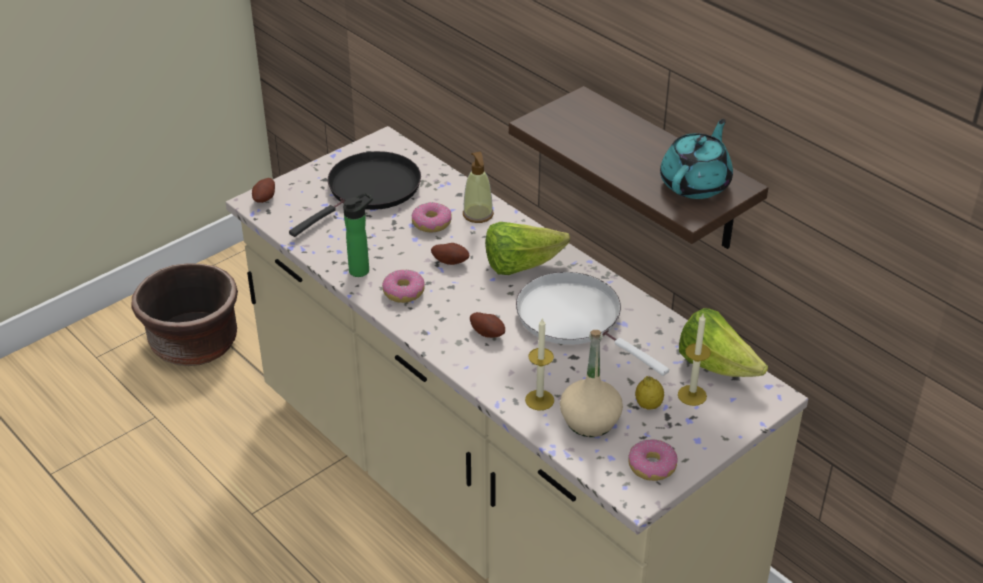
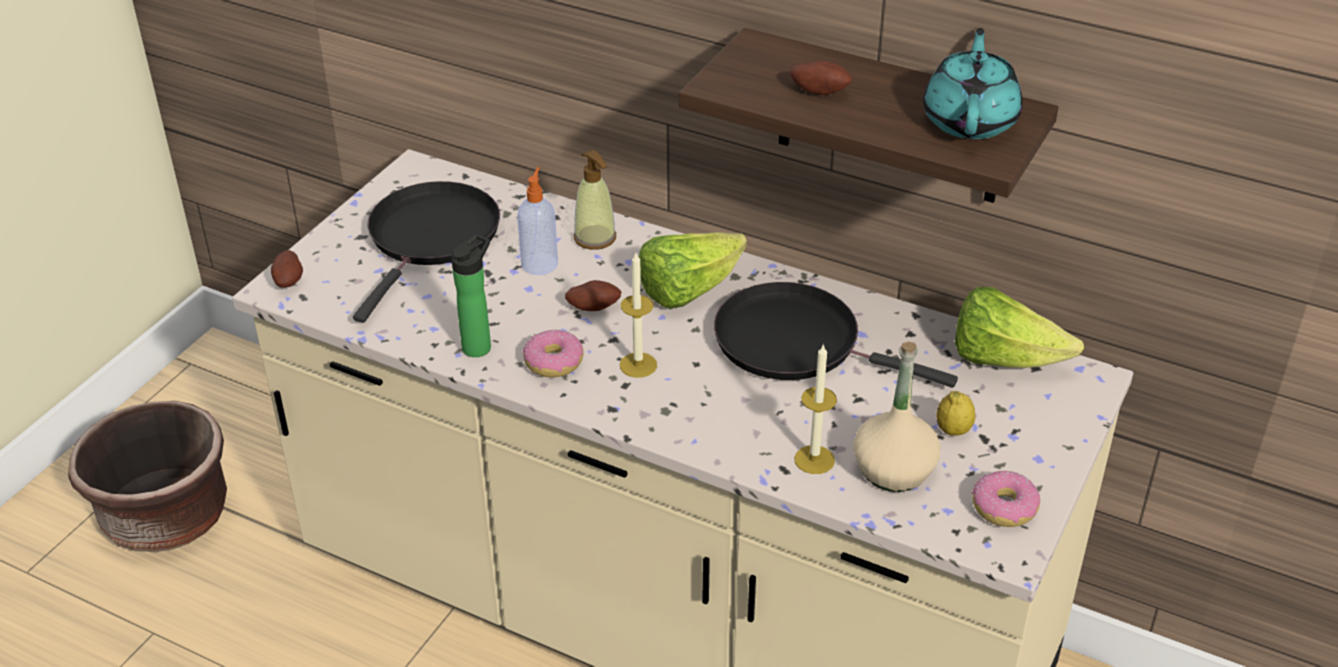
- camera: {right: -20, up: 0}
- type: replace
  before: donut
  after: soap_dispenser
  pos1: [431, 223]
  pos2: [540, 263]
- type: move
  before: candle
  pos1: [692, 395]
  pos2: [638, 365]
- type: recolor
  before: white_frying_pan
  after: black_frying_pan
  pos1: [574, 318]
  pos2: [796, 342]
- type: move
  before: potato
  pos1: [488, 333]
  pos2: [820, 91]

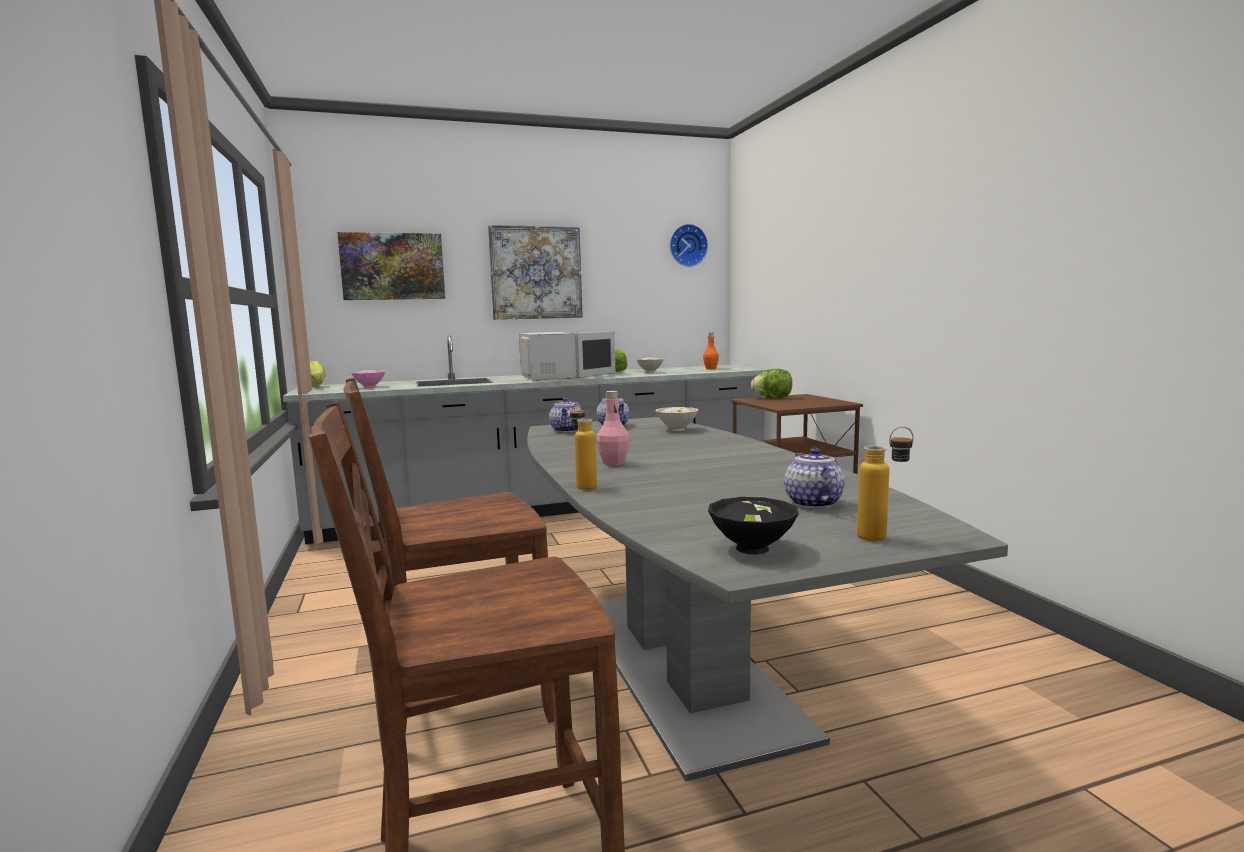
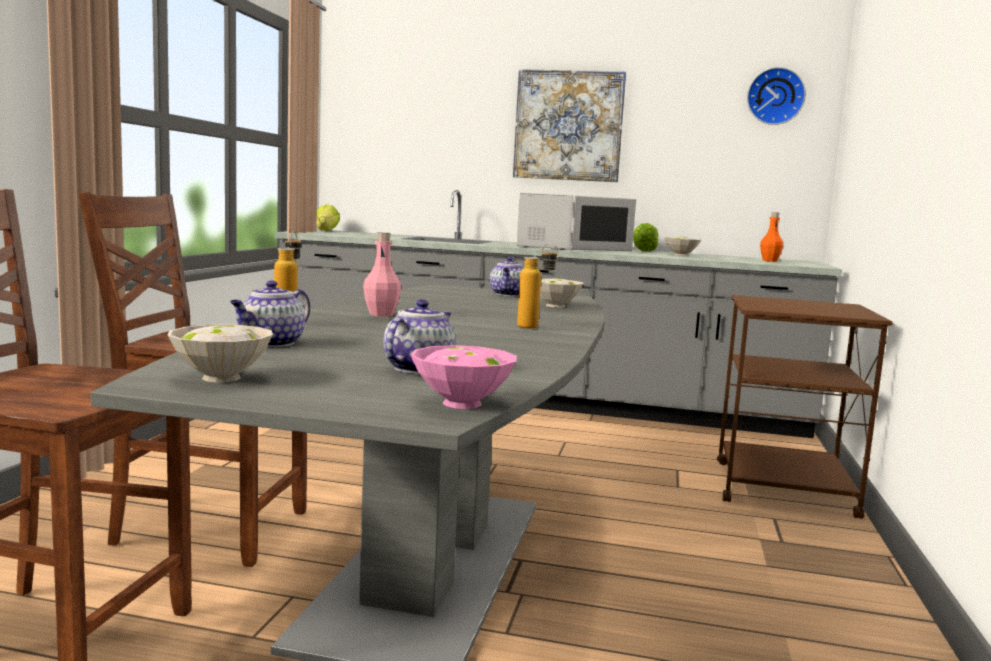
- camera: {right: 30, up: 0}
- type: recolor
  before: black_bowl
  after: white_bowl
  pos1: [753, 547]
  pos2: [224, 378]
- type: move
  before: teapot
  pos1: [567, 430]
  pos2: [271, 343]
- type: move
  before: pink_bowl
  pos1: [369, 387]
  pos2: [460, 404]
- type: move
  before: bottle
  pos1: [883, 537]
  pos2: [535, 328]
- type: delete
  before: picture
  pos1: [393, 266]
- type: delete
  before: lettuce
  pos1: [773, 398]

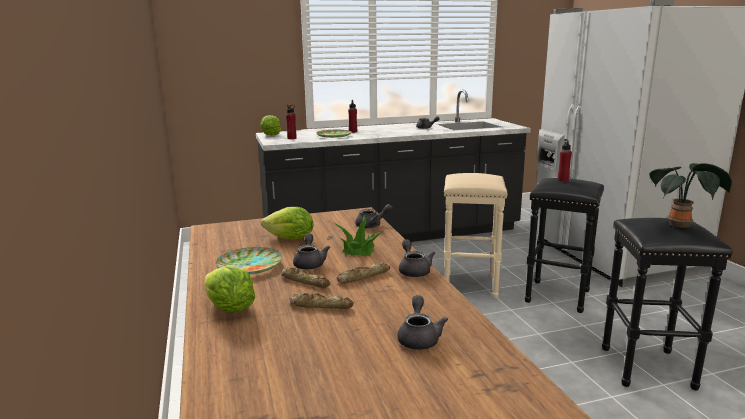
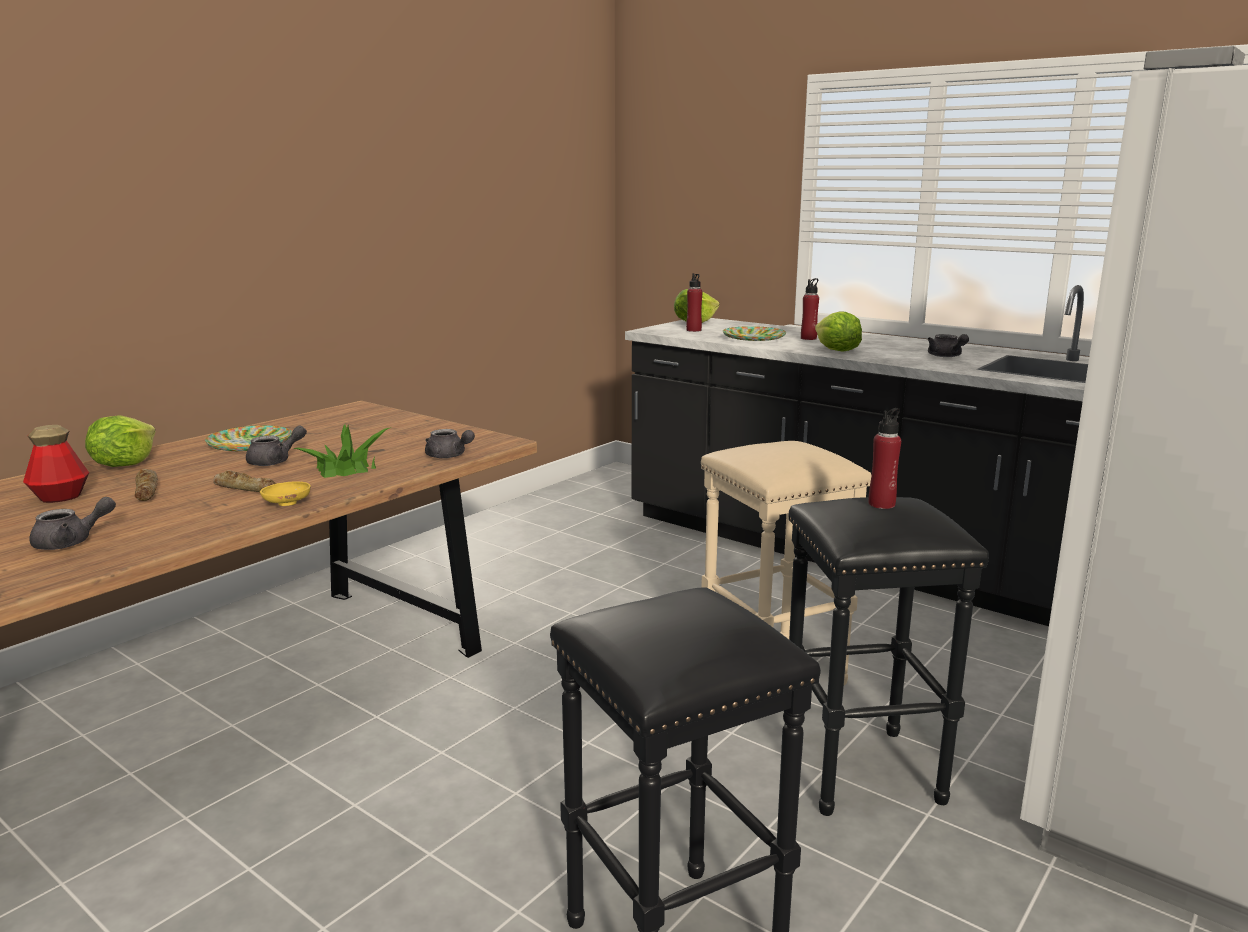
- camera: {right: 55, up: 0}
- type: insert
  after: bottle
  pos2: [60, 497]
- type: replace
  before: grey_teapot
  after: yellow_bowl
  pos1: [413, 270]
  pos2: [287, 504]
- type: move
  before: lettuce
  pos1: [290, 239]
  pos2: [836, 351]
- type: delete
  before: bread
  pos1: [305, 281]
- type: delete
  before: potted_plant
  pos1: [681, 225]

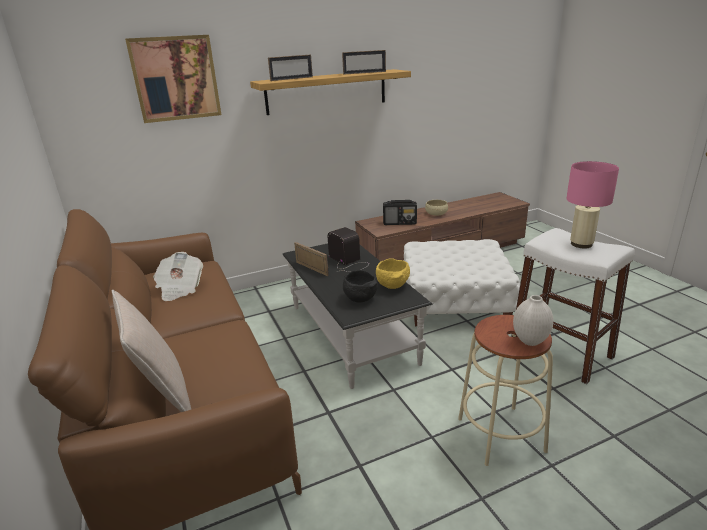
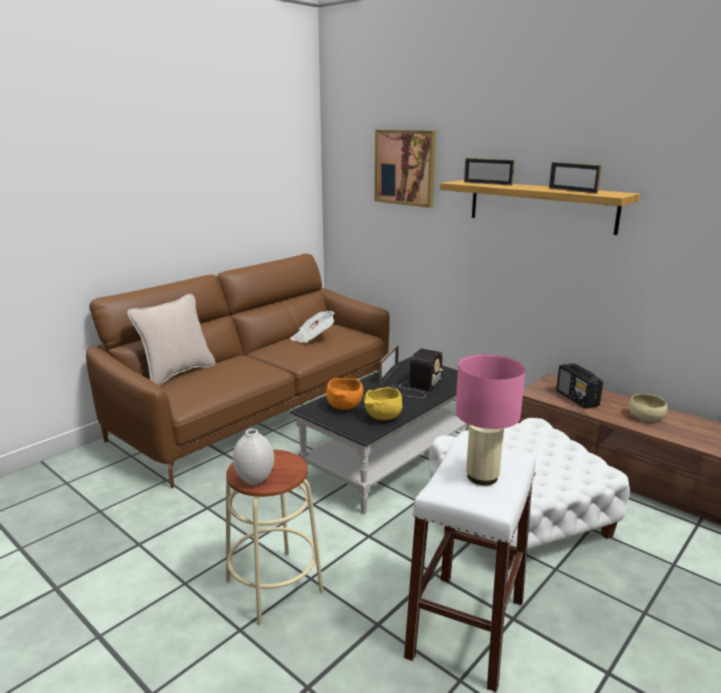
- camera: {right: 65, up: -5}
- type: recolor
  before: black_bowl
  after: orange_bowl
  pos1: [359, 299]
  pos2: [344, 407]

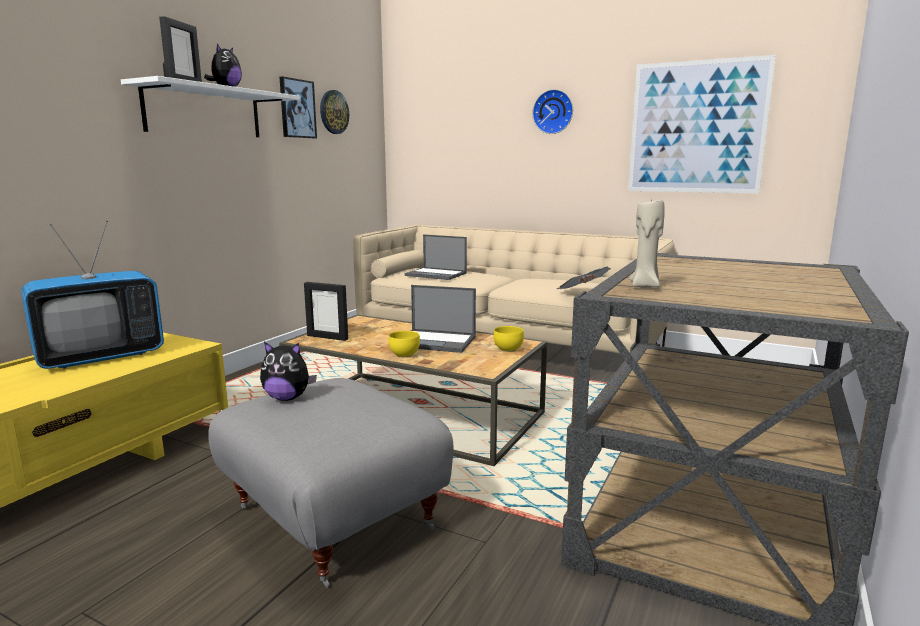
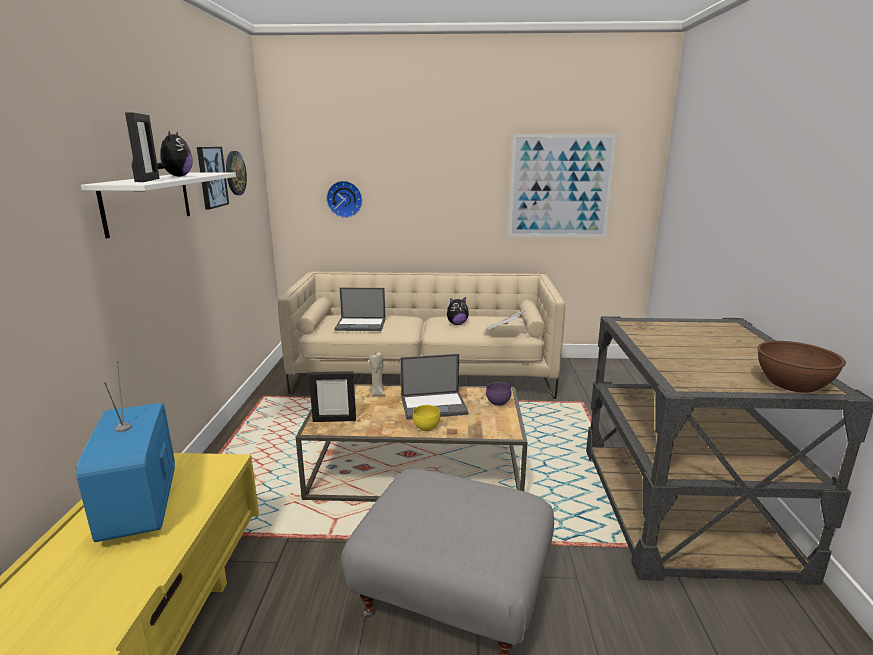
- camera: {right: -25, up: 5}
- type: rotate
  before: television
  pos1: [101, 357]
  pos2: [141, 506]
  turn: 135
- type: move
  before: wall_clock
  pos1: [553, 112]
  pos2: [345, 199]
- type: move
  before: beige_candle
  pos1: [645, 286]
  pos2: [378, 394]
- type: move
  before: plush_toy
  pos1: [287, 398]
  pos2: [457, 324]
- type: recolor
  before: yellow_bowl
  after: purple_bowl
  pos1: [508, 349]
  pos2: [497, 402]
- type: insert
  after: brown_bowl
  pos2: [792, 384]

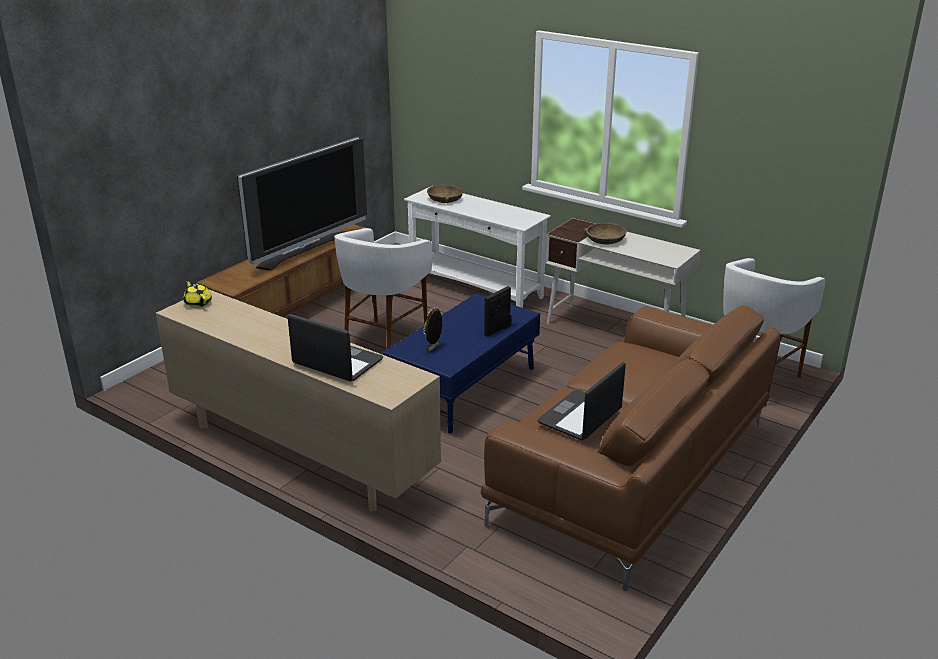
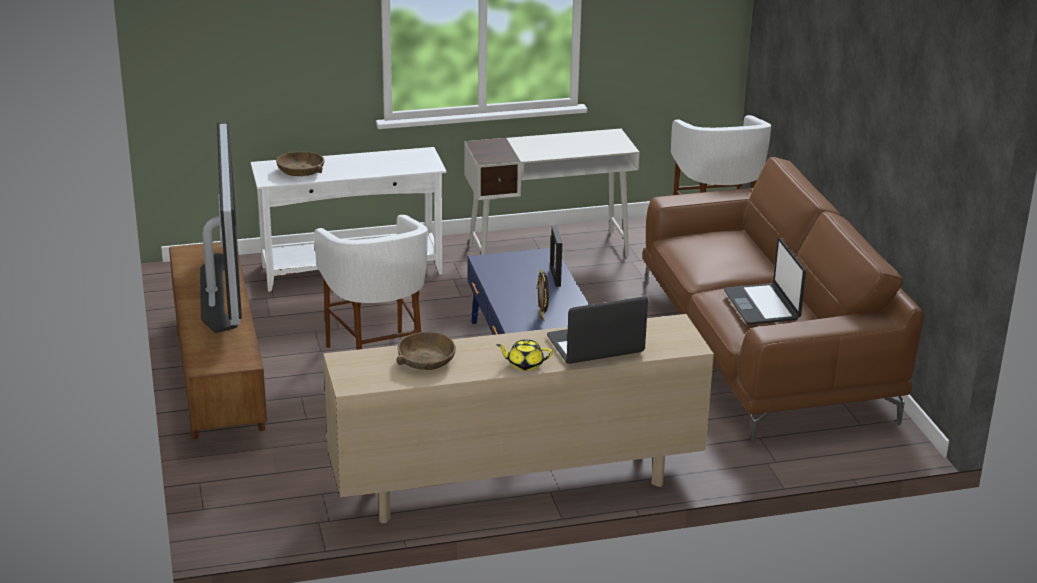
- camera: {right: -50, up: 0}
- type: move
  before: brown_bowl
  pos1: [605, 240]
  pos2: [426, 360]
- type: move
  before: yellow_teapot
  pos1: [198, 303]
  pos2: [524, 364]

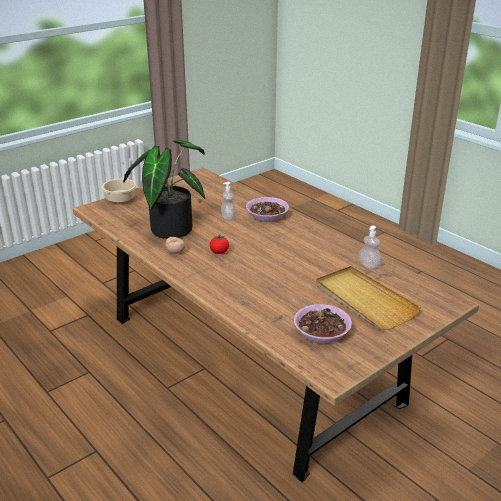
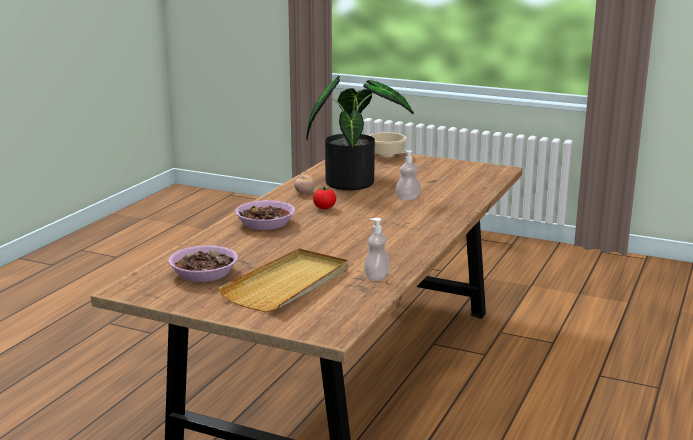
- camera: {right: 65, up: -10}
- type: move
  before: bowl
  pos1: [267, 215]
  pos2: [265, 224]

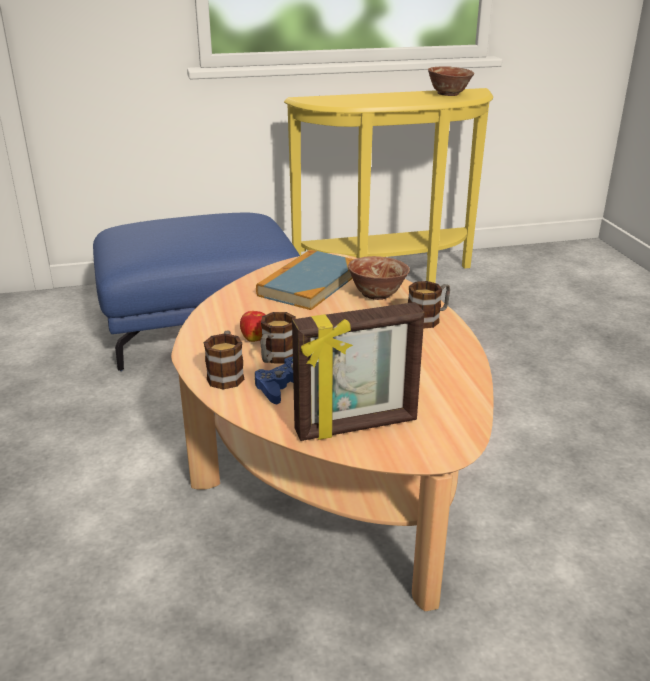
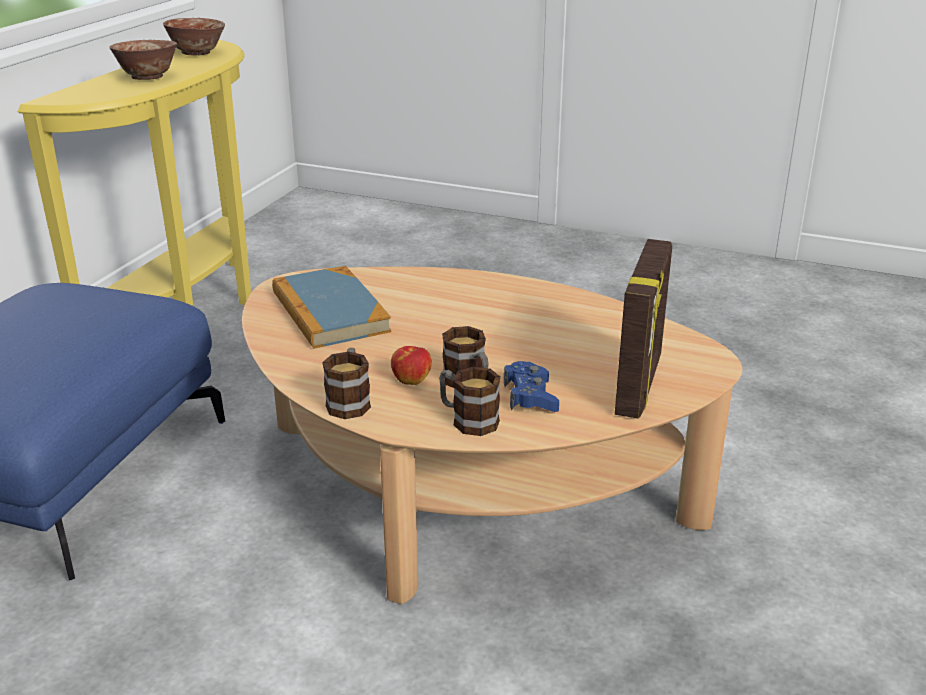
- camera: {right: -55, up: 0}
- type: move
  before: bowl
  pos1: [377, 294]
  pos2: [147, 77]
- type: move
  before: mug
  pos1: [428, 319]
  pos2: [349, 401]

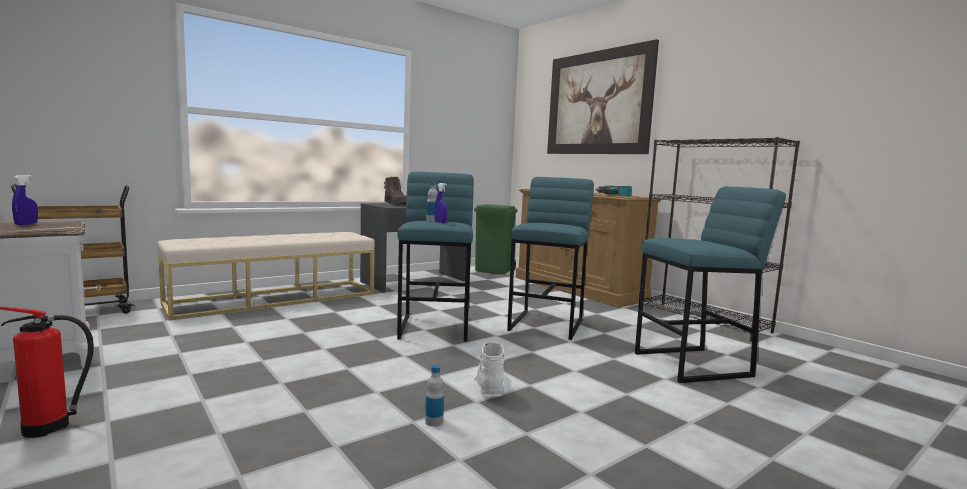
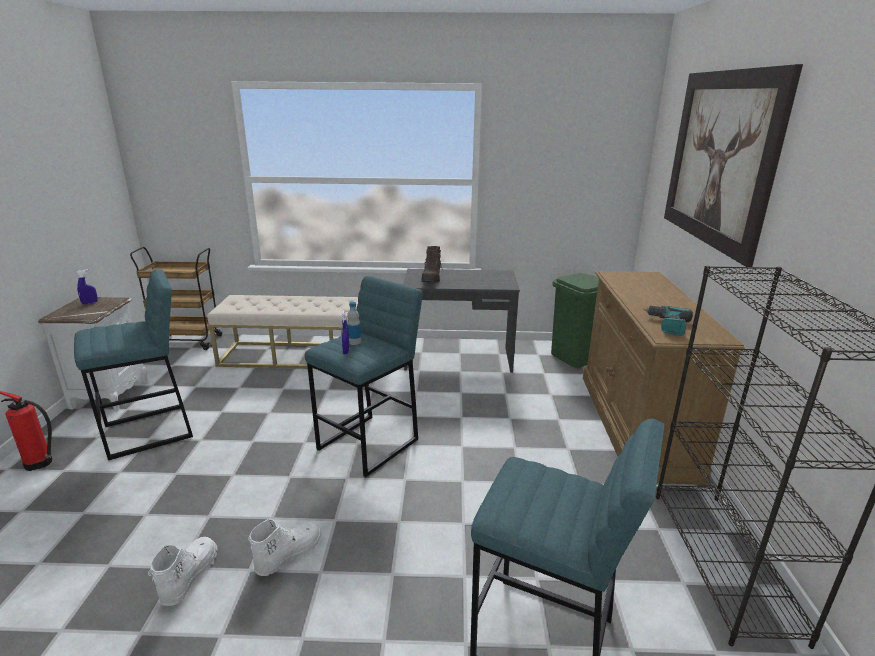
- camera: {right: 40, up: 15}
- type: move
  before: turquoise_stool
  pos1: [546, 324]
  pos2: [151, 430]
- type: replace
  before: bottle
  after: white_boot
  pos1: [434, 422]
  pos2: [188, 576]

